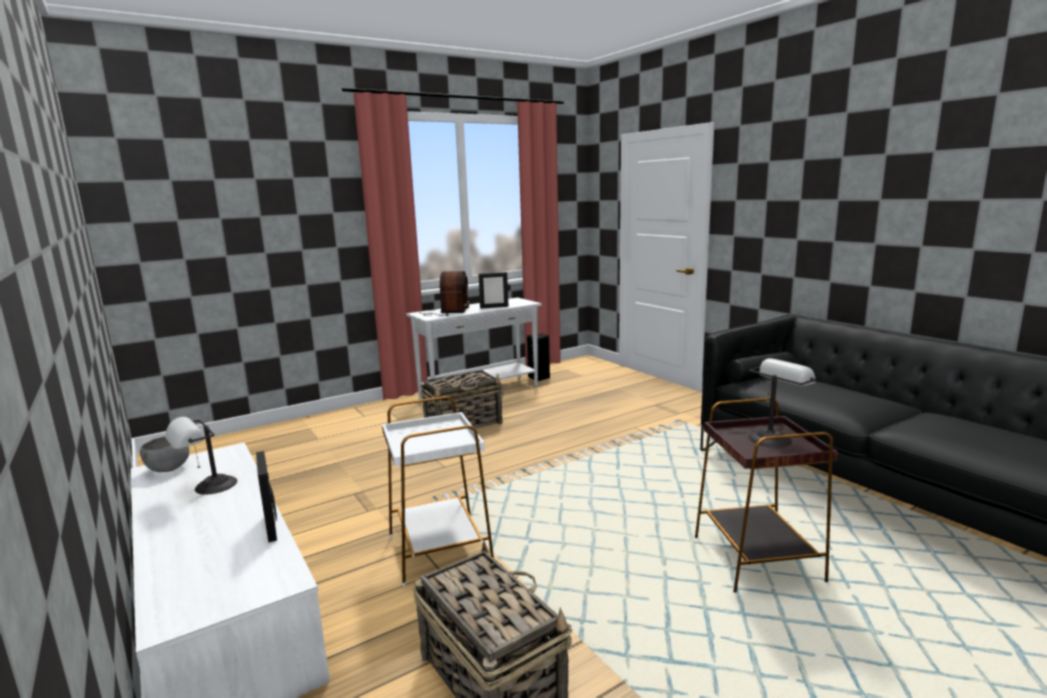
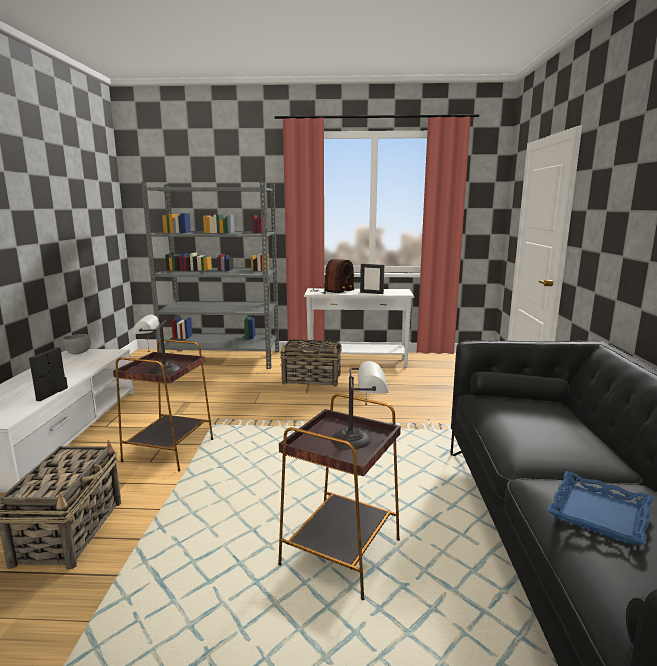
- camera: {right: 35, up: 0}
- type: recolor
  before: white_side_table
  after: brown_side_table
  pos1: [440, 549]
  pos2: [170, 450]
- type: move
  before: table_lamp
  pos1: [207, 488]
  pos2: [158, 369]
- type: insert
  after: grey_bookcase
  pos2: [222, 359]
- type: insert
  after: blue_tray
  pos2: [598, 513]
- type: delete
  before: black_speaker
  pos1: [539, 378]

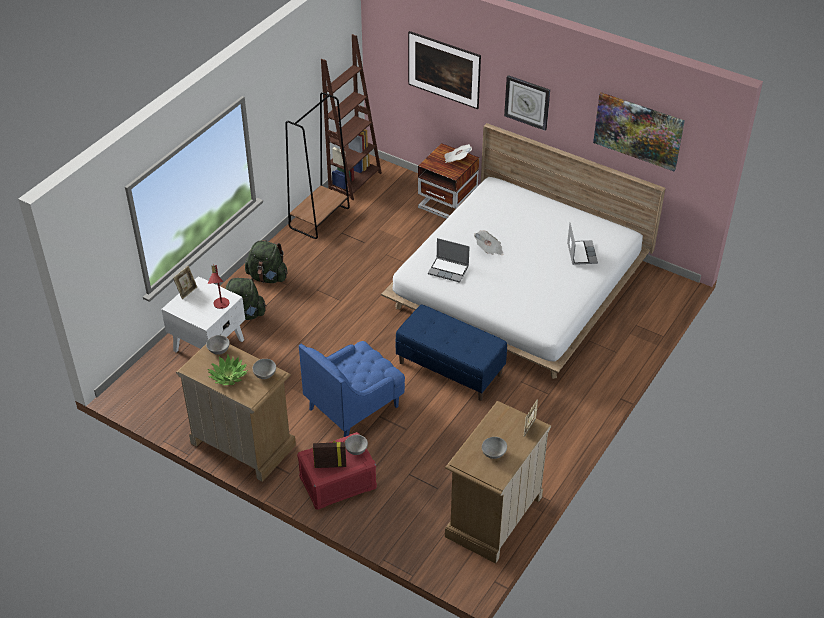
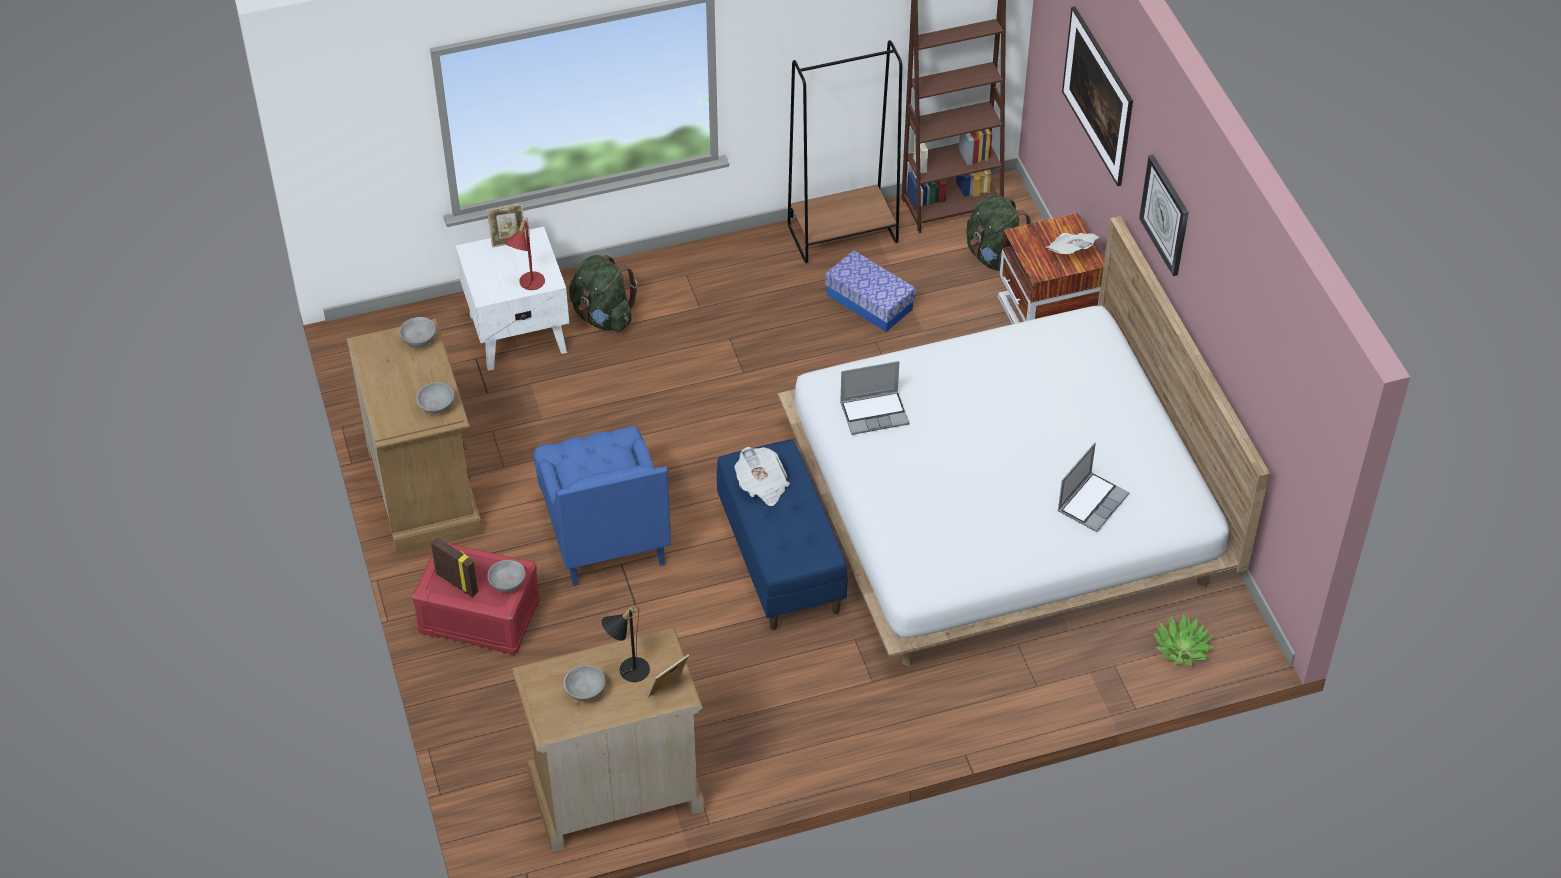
- camera: {right: 40, up: 5}
- type: rotate
  before: blue_armchair
  pos1: [354, 407]
  pos2: [604, 531]
  turn: -105
- type: insert
  after: black_table_lamp
  pos2: [628, 669]
- type: move
  before: newspaper
  pos1: [489, 249]
  pos2: [762, 485]
- type: insert
  after: storage_box
  pos2: [869, 302]
- type: rotate
  before: laptop
  pos1: [449, 270]
  pos2: [875, 413]
  turn: -75
- type: move
  before: green_backpack
  pos1: [267, 277]
  pos2: [994, 257]
- type: move
  before: potted_plant
  pos1: [228, 376]
  pos2: [1181, 648]
- type: delete
  before: picture
  pos1: [638, 131]

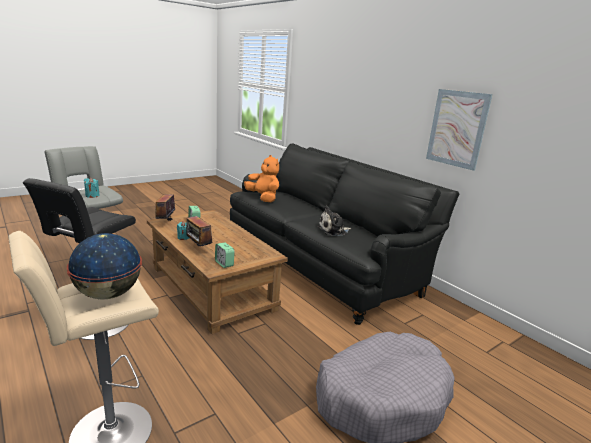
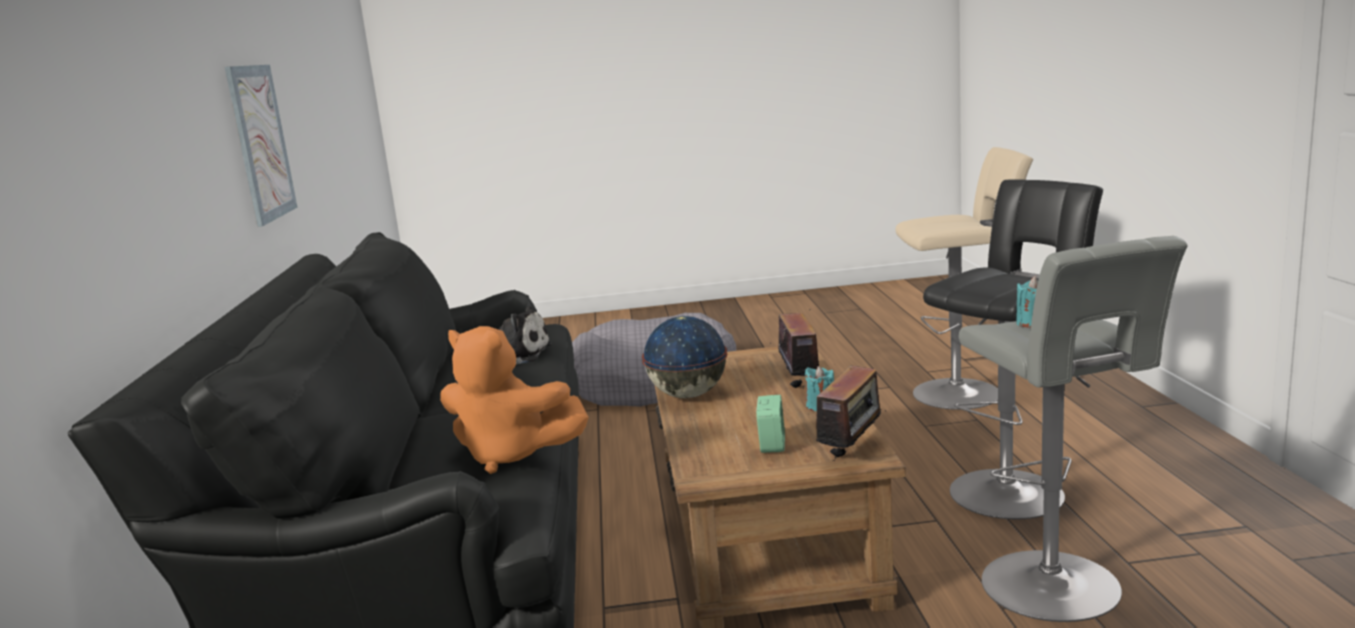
- camera: {right: -145, up: -5}
- type: rotate
  before: orange_plush_toy
  pos1: [263, 198]
  pos2: [511, 455]
  turn: -60
- type: move
  before: globe
  pos1: [109, 294]
  pos2: [687, 395]
- type: delete
  before: alarm_clock
  pos1: [224, 264]

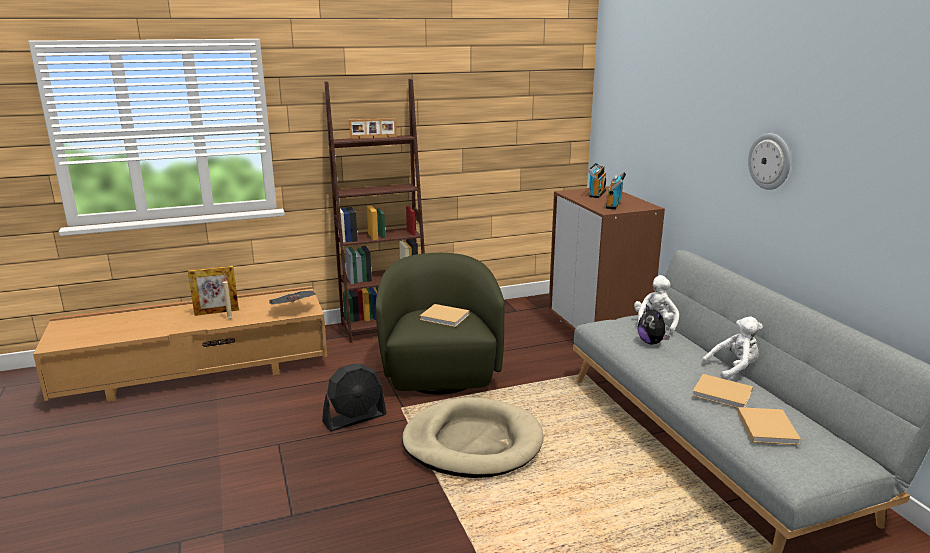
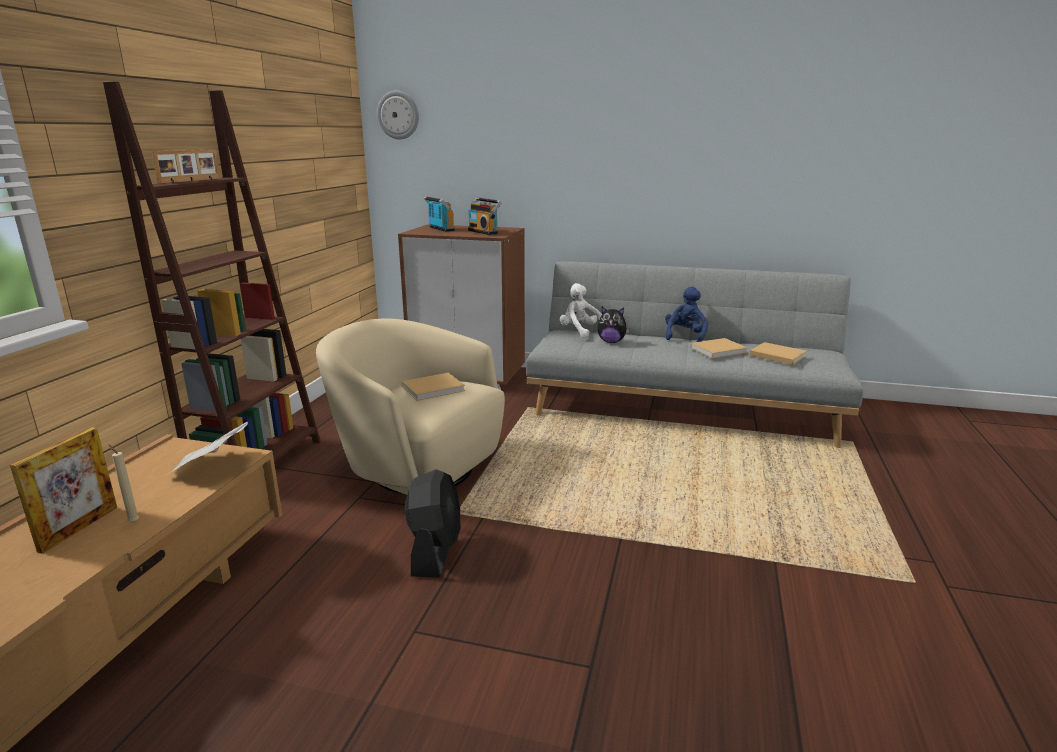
- camera: {right: -55, up: 0}
- type: recolor
  before: green_armchair
  after: beige_armchair
  pos1: [440, 371]
  pos2: [415, 466]
- type: move
  before: wall_clock
  pos1: [770, 161]
  pos2: [398, 115]
- type: recolor
  before: white_plush_toy
  after: blue_plush_toy
  pos1: [733, 369]
  pos2: [685, 336]
- type: delete
  before: beige_dog_bed
  pos1: [472, 443]

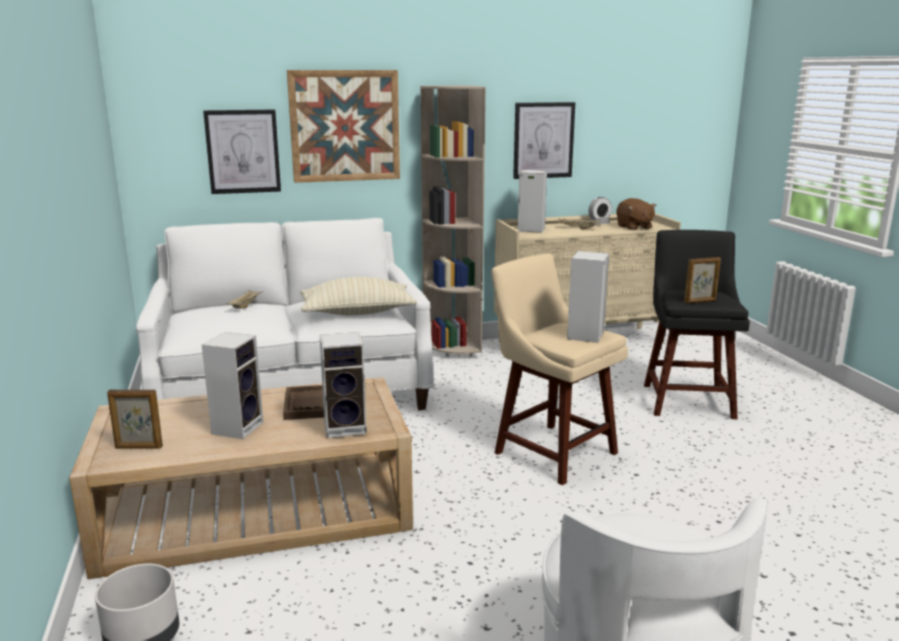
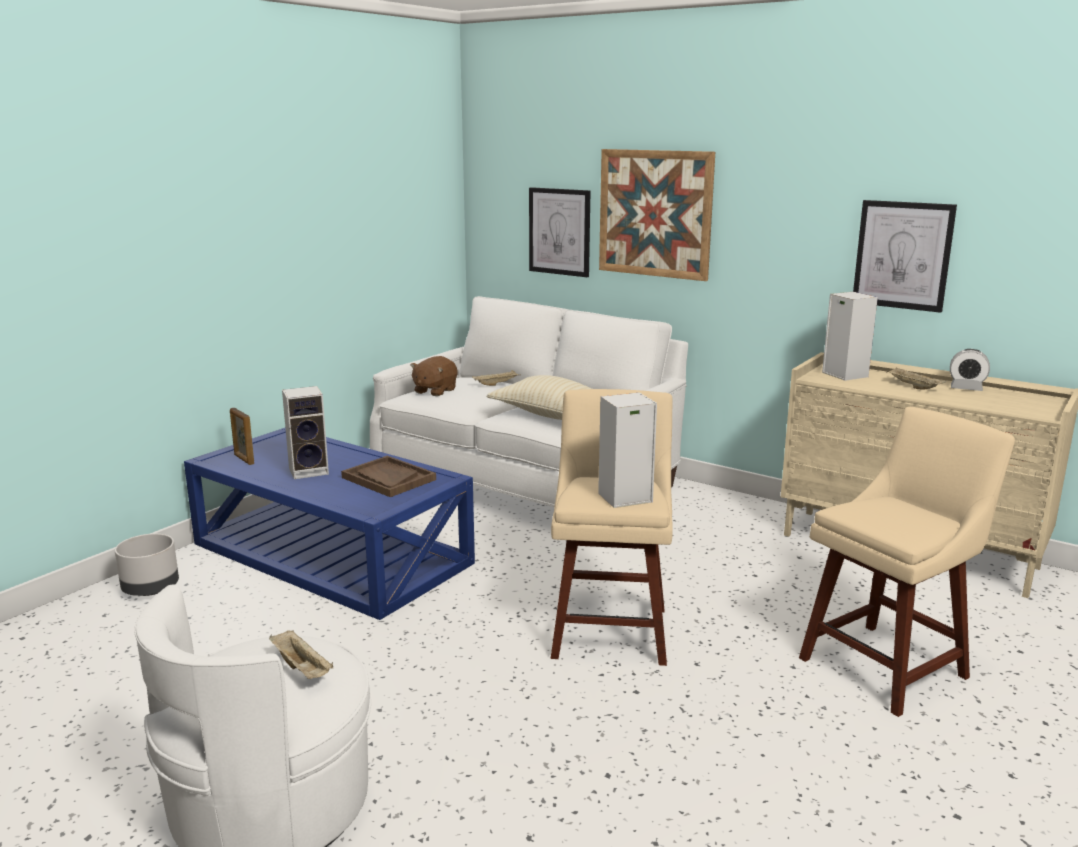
- camera: {right: 50, up: 0}
- type: recolor
  before: beige_coffee_table
  after: blue_coffee_table
  pos1: [256, 510]
  pos2: [333, 553]
- type: insert
  after: beige_tray
  pos2: [302, 669]
- type: move
  before: brown_plush_toy
  pos1: [634, 227]
  pos2: [434, 391]
- type: recolor
  before: black_stool
  after: beige_stool
  pos1: [687, 399]
  pos2: [888, 665]
- type: delete
  before: speaker
  pos1: [347, 427]
- type: delete
  before: beige_bookcase
  pos1: [453, 352]
- type: delete
  before: picture_frame
  pos1: [700, 302]

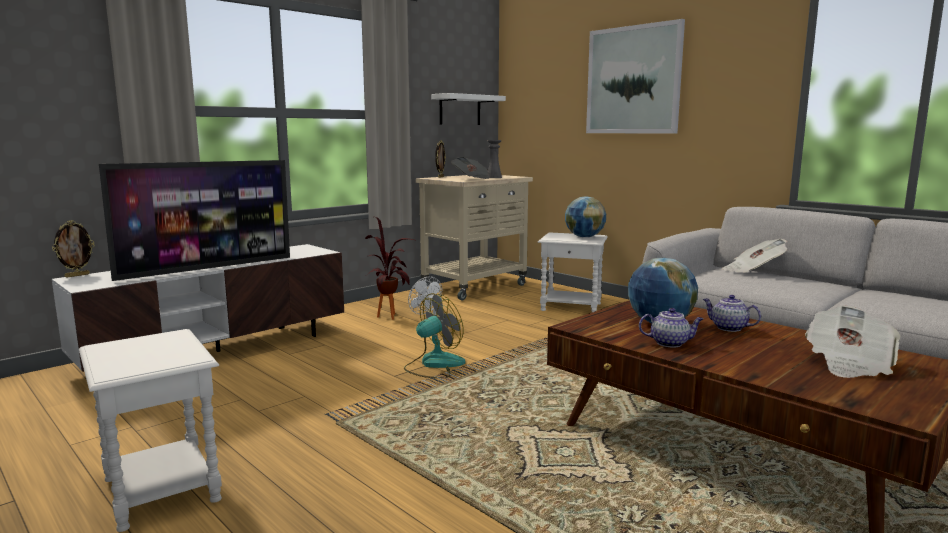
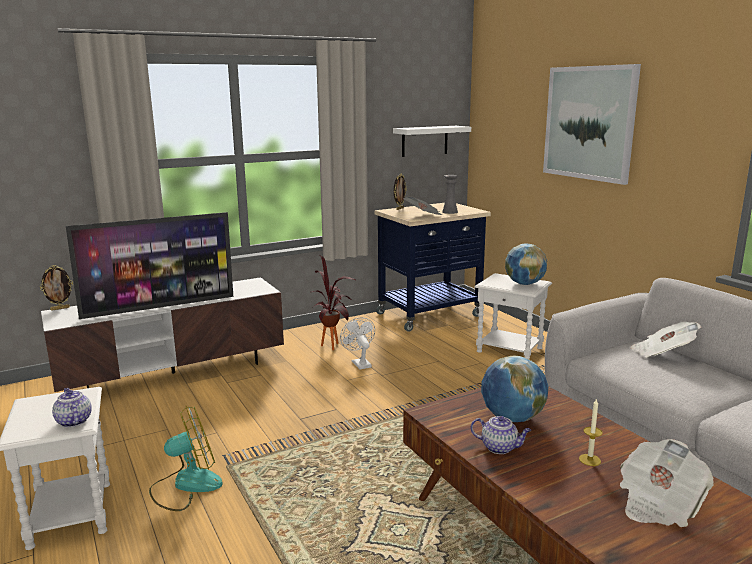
- camera: {right: 15, up: 5}
- type: move
  before: teapot
  pos1: [728, 328]
  pos2: [73, 421]
- type: move
  before: fan
  pos1: [434, 365]
  pos2: [186, 485]
- type: recolor
  before: beige_cart
  after: blue_cart
  pos1: [474, 287]
  pos2: [429, 314]
- type: insert
  after: candle
  pos2: [589, 460]

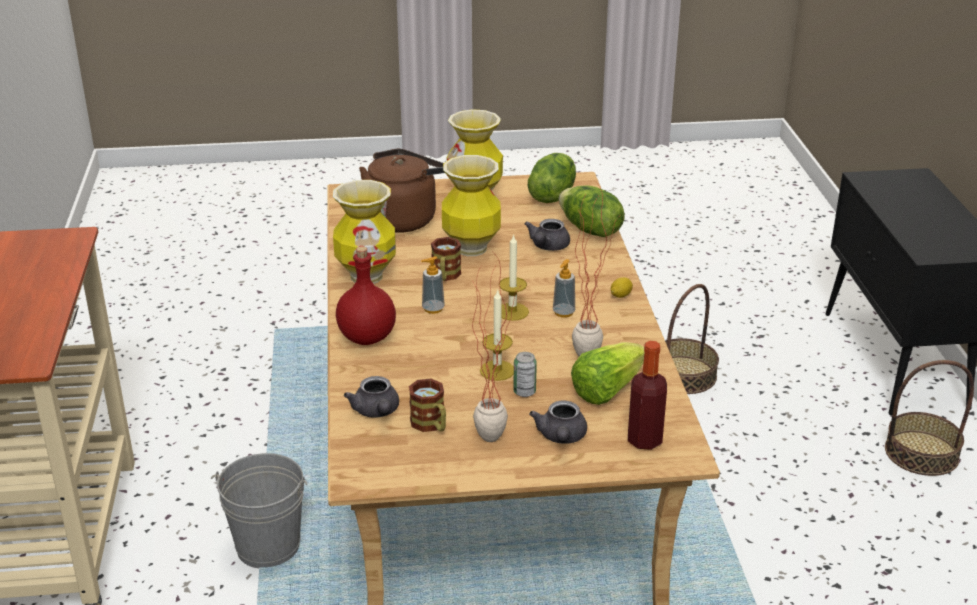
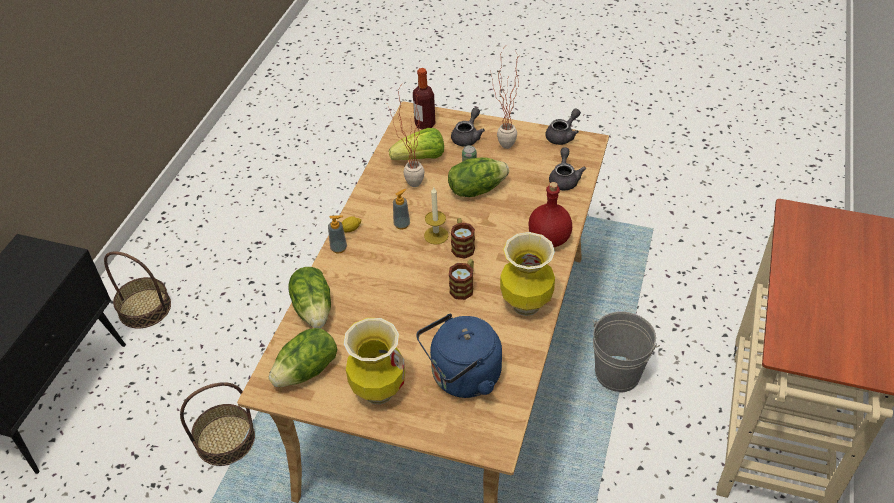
- camera: {right: -155, up: 15}
- type: move
  before: soap_dispenser
  pos1: [433, 309]
  pos2: [339, 248]
- type: recolor
  before: brown_kettle
  after: blue_kettle
  pos1: [403, 218]
  pos2: [462, 378]
- type: replace
  before: candle
  after: lettuce
  pos1: [497, 370]
  pos2: [476, 189]
- type: move
  before: mug
  pos1: [431, 425]
  pos2: [462, 246]
- type: move
  before: grey_teapot
  pos1: [547, 247]
  pos2: [563, 136]
- type: delete
  before: vase
  pos1: [471, 248]

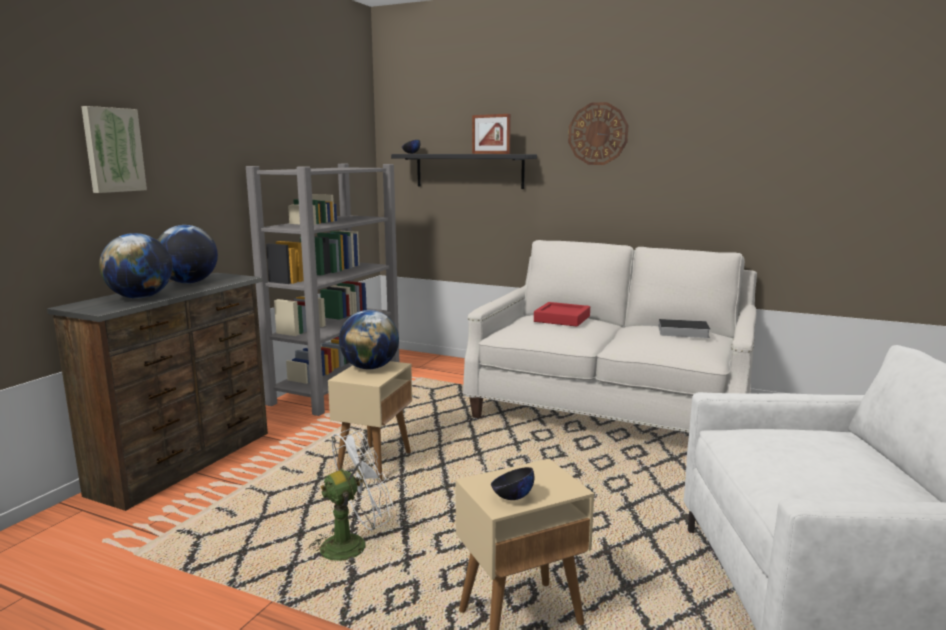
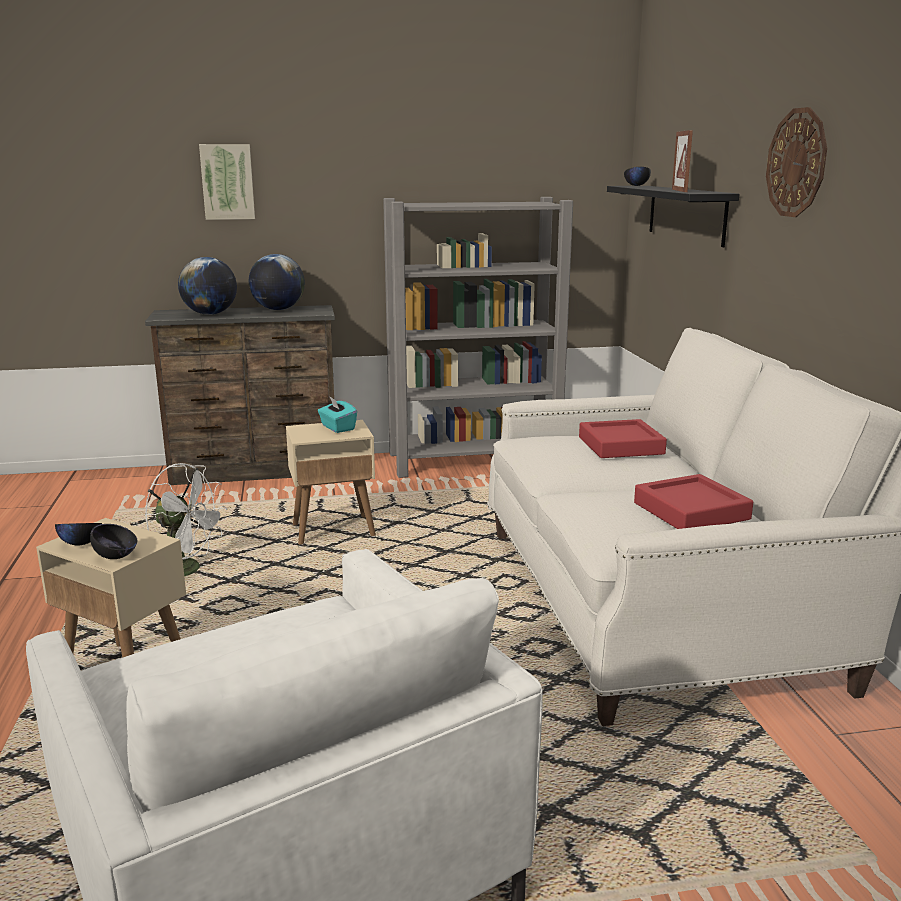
- camera: {right: 55, up: 5}
- type: insert
  after: black_bowl
  pos2: [116, 557]
- type: replace
  before: globe
  after: turquoise_tissue_box
  pos1: [370, 367]
  pos2: [337, 428]
- type: replace
  before: book
  after: red_tray
  pos1: [681, 332]
  pos2: [691, 511]

